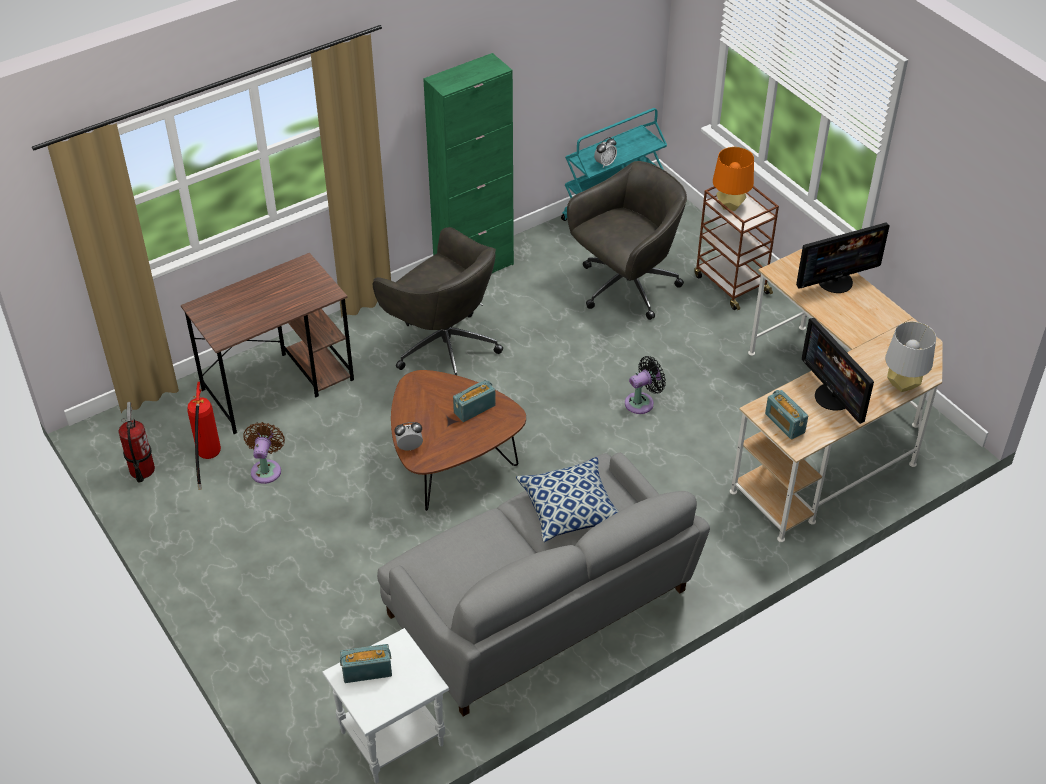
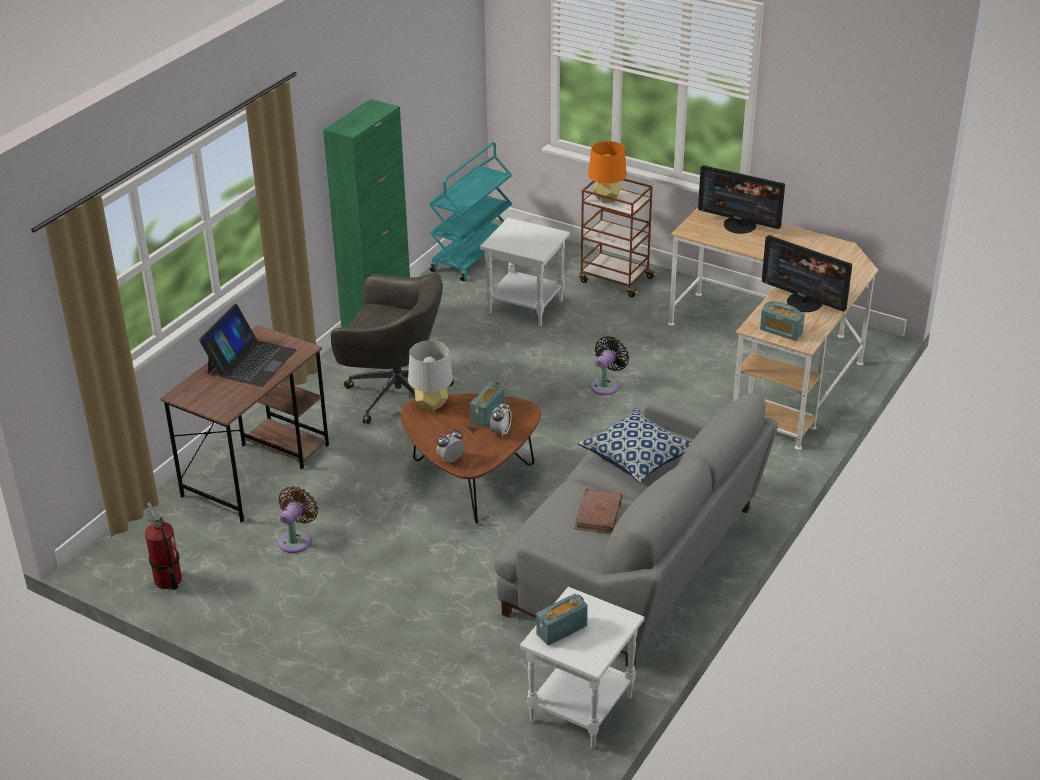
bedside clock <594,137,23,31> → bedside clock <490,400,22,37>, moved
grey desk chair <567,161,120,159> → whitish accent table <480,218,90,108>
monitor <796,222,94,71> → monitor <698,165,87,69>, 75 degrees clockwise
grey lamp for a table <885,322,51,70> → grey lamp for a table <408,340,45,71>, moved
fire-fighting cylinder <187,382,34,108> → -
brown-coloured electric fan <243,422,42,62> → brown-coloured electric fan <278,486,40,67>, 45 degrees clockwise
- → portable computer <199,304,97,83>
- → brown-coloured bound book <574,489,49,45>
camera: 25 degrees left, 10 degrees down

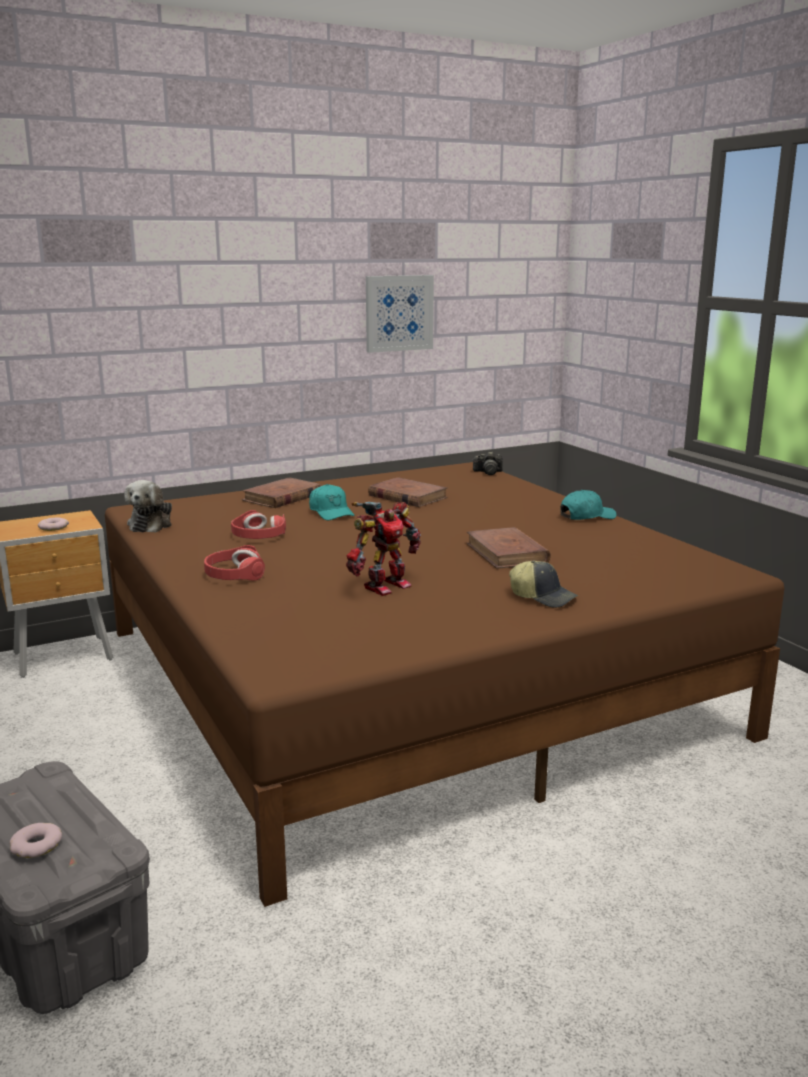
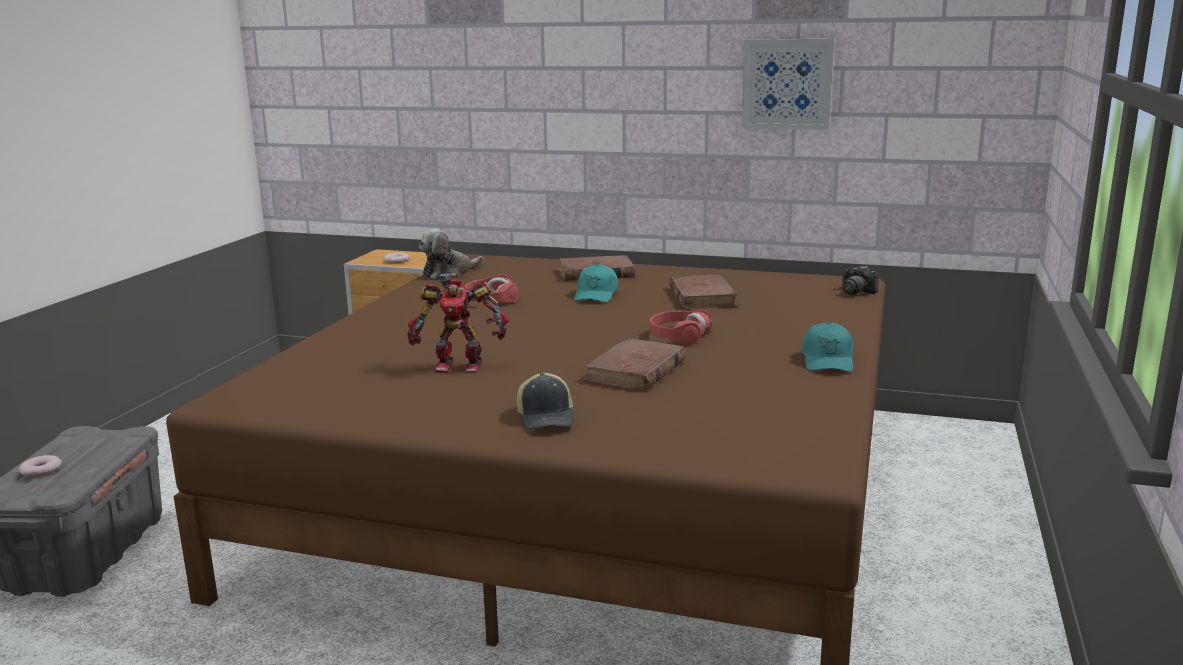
blue-green cap <560,490,57,30> → blue-green cap <802,322,52,50>, 75 degrees clockwise
red-coloured headphones <204,545,61,36> → red-coloured headphones <650,310,62,35>, moved
camera: 45 degrees right, 0 degrees up

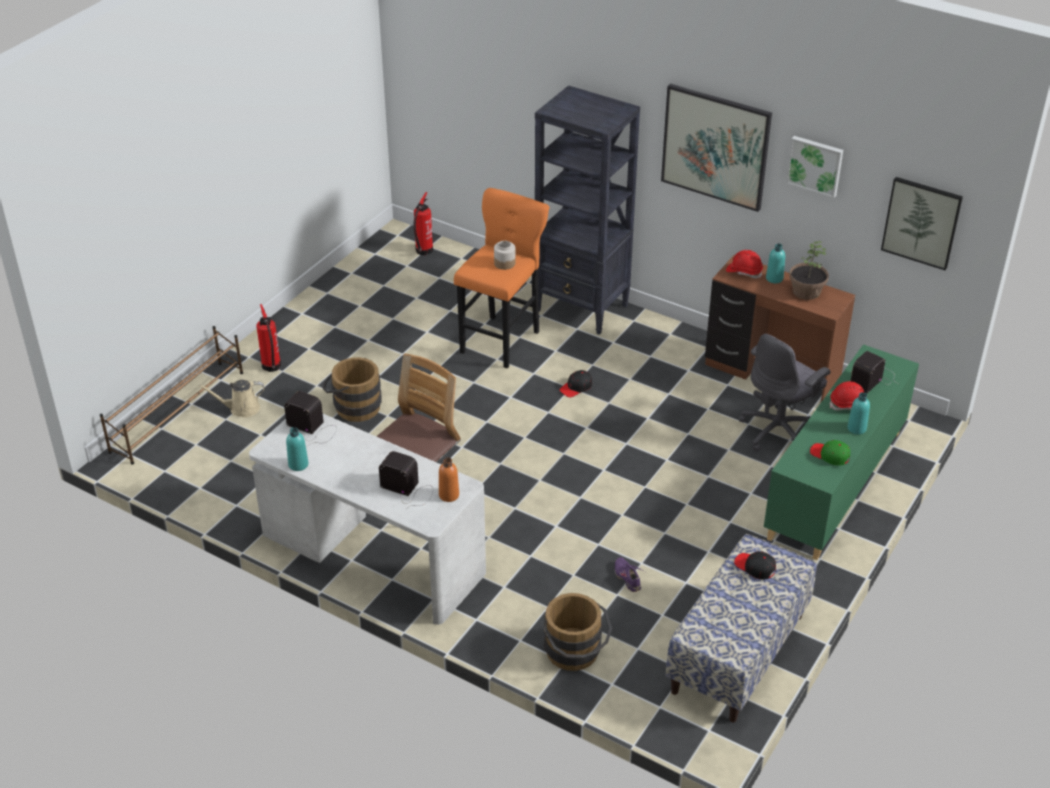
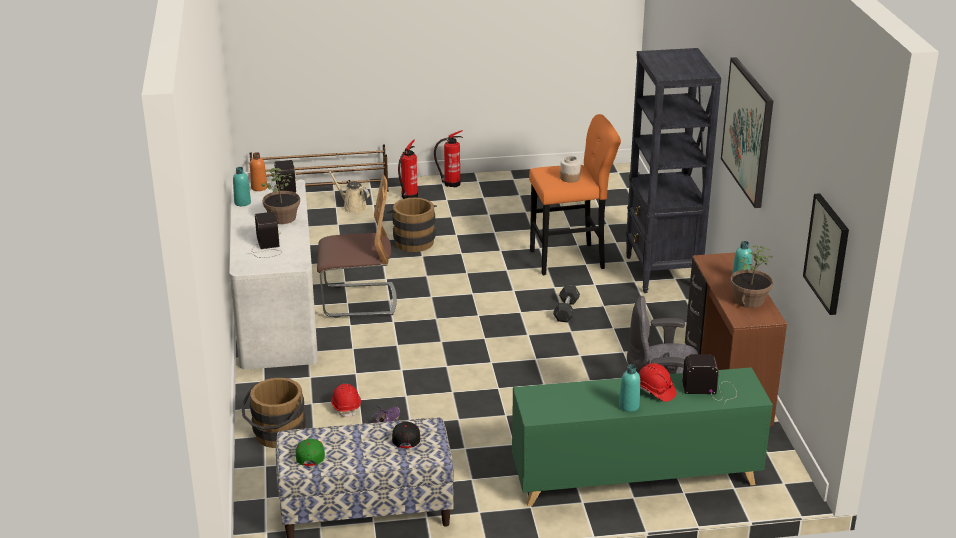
picture <786,136,57,62> → -
fire-fighting cylinder <413,192,20,63> → fire-fighting cylinder <434,130,29,58>, moved
red-coloured hard hat <726,250,37,29> → red-coloured hard hat <331,384,30,34>, moved
blackish cap <559,370,33,27> → grey dumbbell <553,285,27,38>
green cap <810,440,40,26> → green cap <296,439,29,27>, moved
orange beverage bottle <439,457,20,45> → orange beverage bottle <250,152,17,39>, moved
- → houseplant <261,168,39,56>
camera: 50 degrees right, 10 degrees down

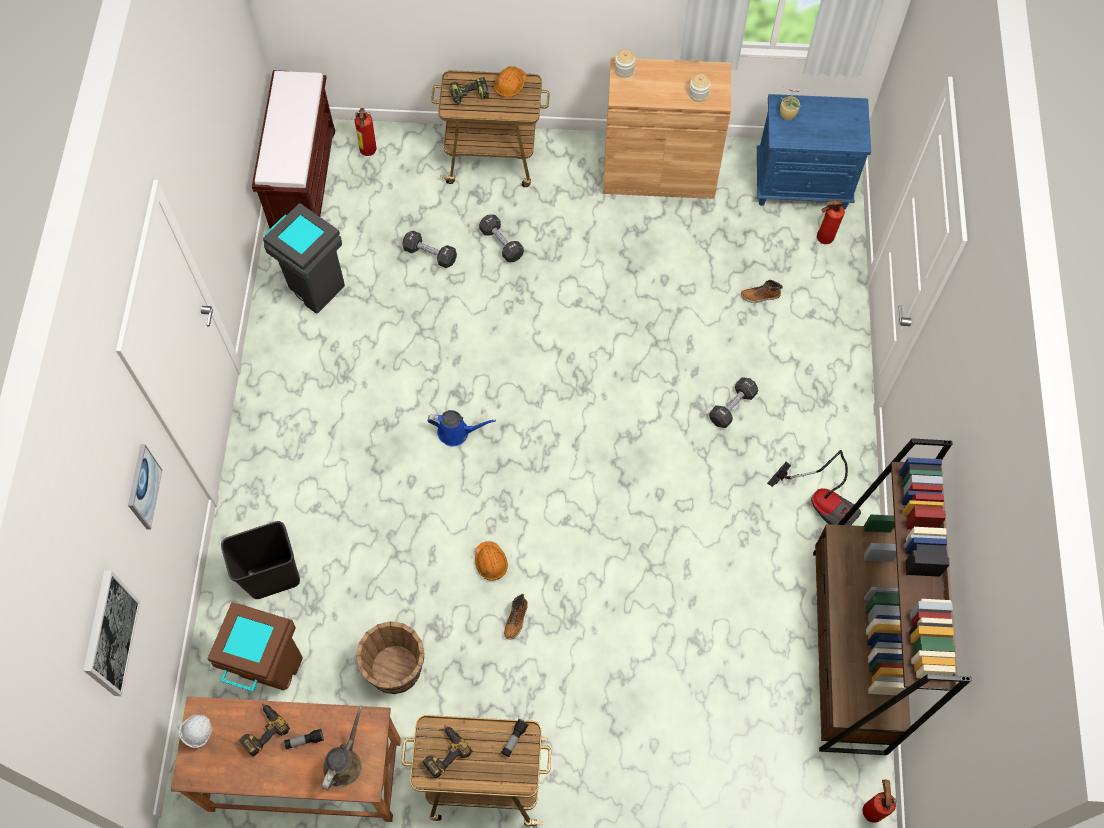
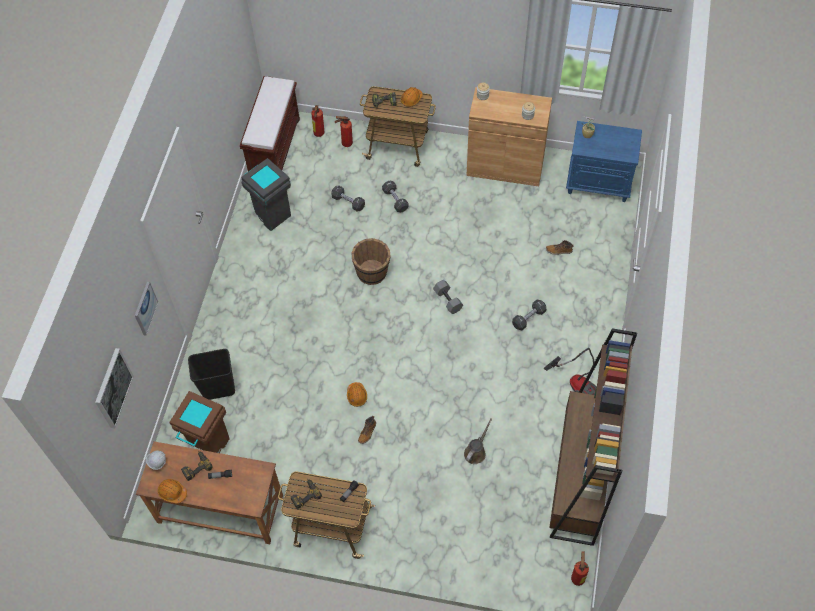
fire-fighting cylinder <817,199,28,45> → fire-fighting cylinder <335,116,18,31>, moved
bluish sprinkling can <427,410,69,37> → -
brown-coloured bucket <356,621,68,73> → brown-coloured bucket <351,238,40,47>, moved
brown-coloured sprinkling can <322,706,41,85> → brown-coloured sprinkling can <464,419,28,45>, moved
- → grey dumbbell <433,280,30,34>
- → orange hard hat <157,479,30,25>
camera: 10 degrees right, 5 degrees down

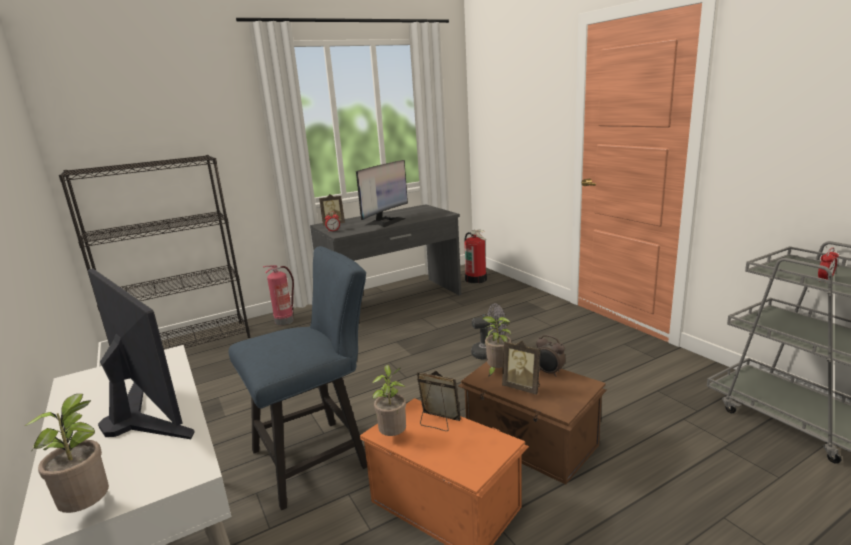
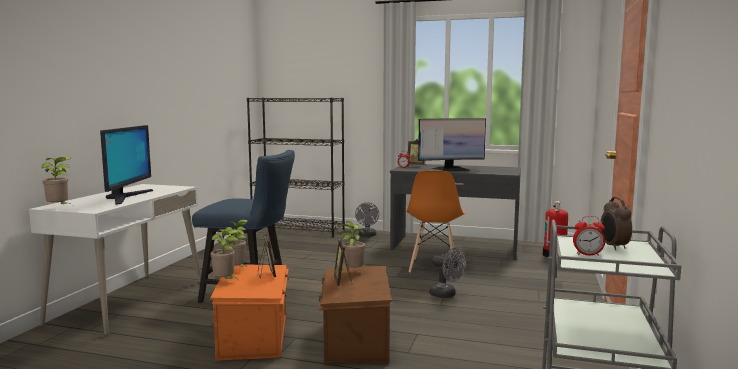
fire-fighting cylinder <263,265,31,60> → grey electric fan <355,202,24,35>
bedside clock <536,335,30,42> → bedside clock <600,197,32,53>, moved
- → orange upright chair <407,170,58,102>
- → houseplant <211,229,28,50>
camera: 45 degrees right, 10 degrees down

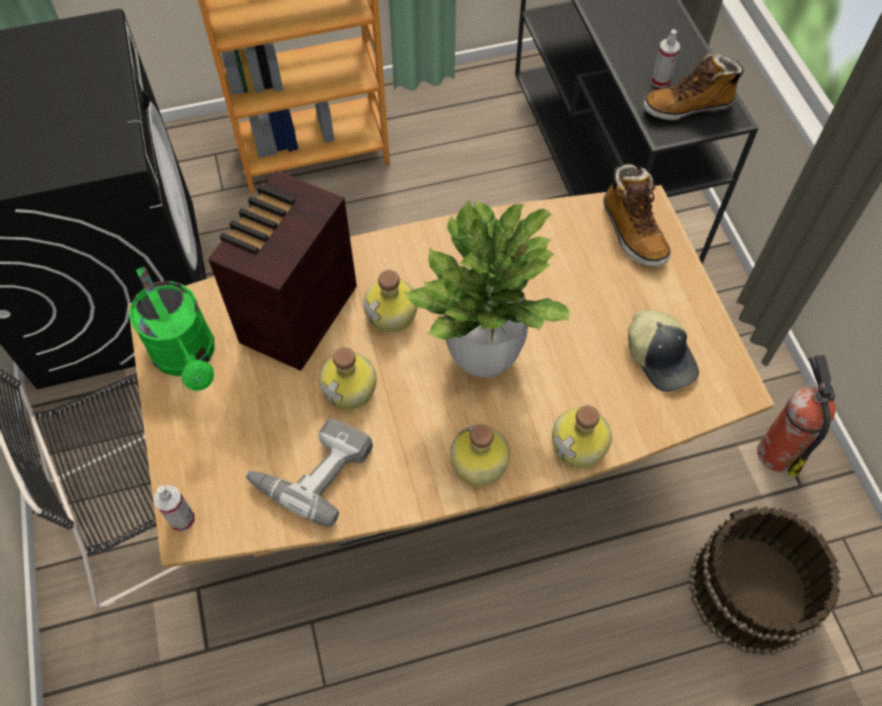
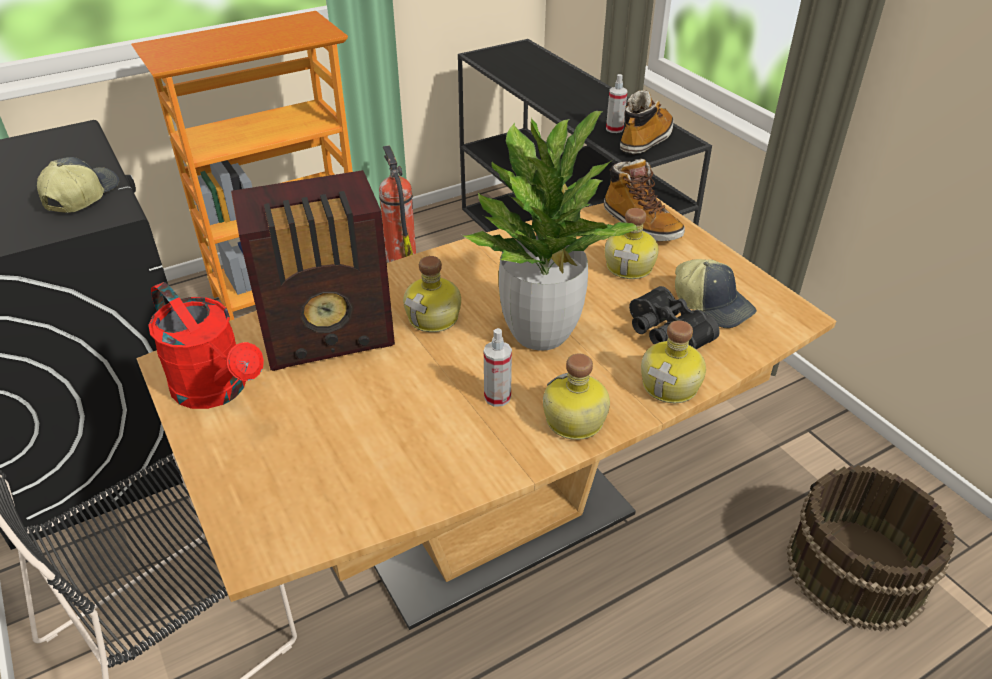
high-top boot <643,54,102,66> → high-top boot <620,90,53,65>, 150 degrees clockwise
radio <208,171,149,200> → radio <231,170,164,201>, 120 degrees counterclockwise
green sprinkling can <130,266,85,125> → red-coloured sprinkling can <148,282,116,127>
beverage bottle <319,347,58,63> → beverage bottle <605,208,54,71>, moved
fire-fighting cylinder <757,355,79,122> → fire-fighting cylinder <379,145,37,117>, moved
electric drill <245,419,128,108> → -
hand sprayer <154,485,41,47> → hand sprayer <484,328,28,79>, moved
- → cap <37,157,82,56>
- → blackish pair of binoculars <629,286,91,63>
camera: 15 degrees left, 20 degrees down

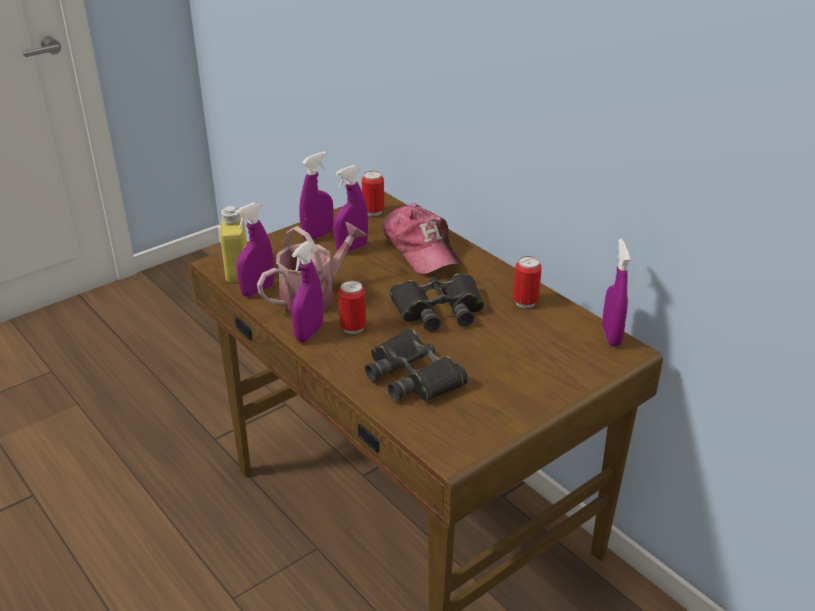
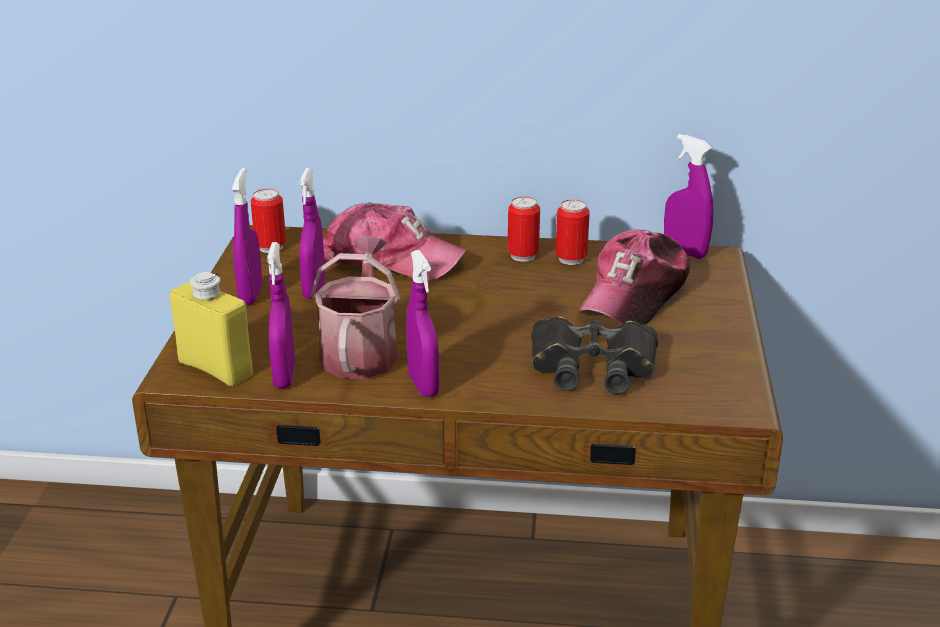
blackish pair of binoculars <390,274,94,58> → -
sealed can <338,280,28,54> → sealed can <508,197,32,65>, moved
- → cap <578,229,112,96>
camera: 45 degrees left, 5 degrees down

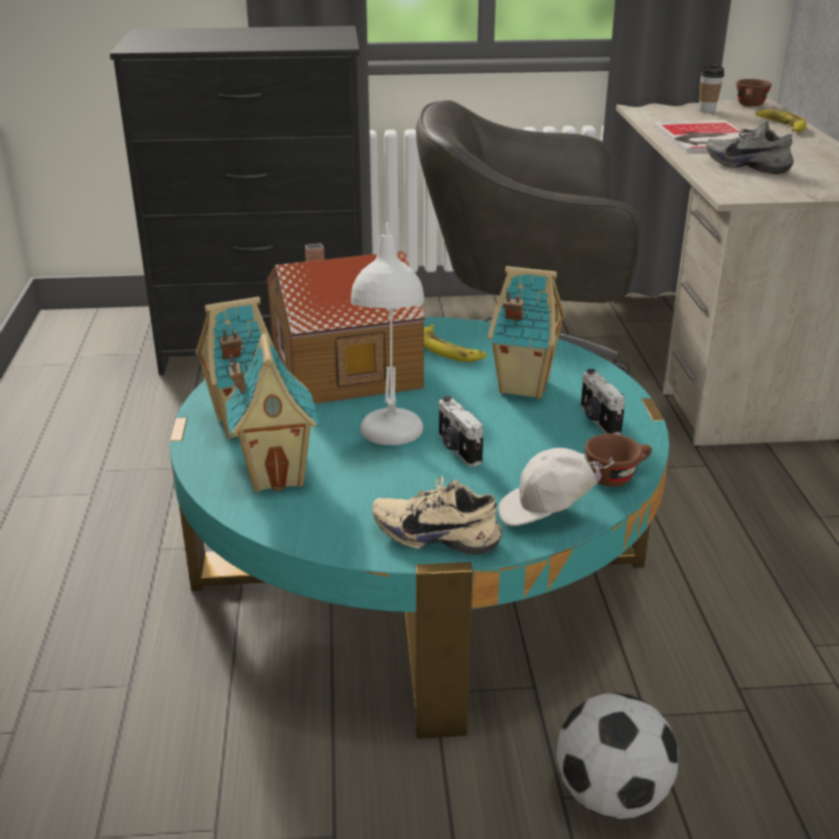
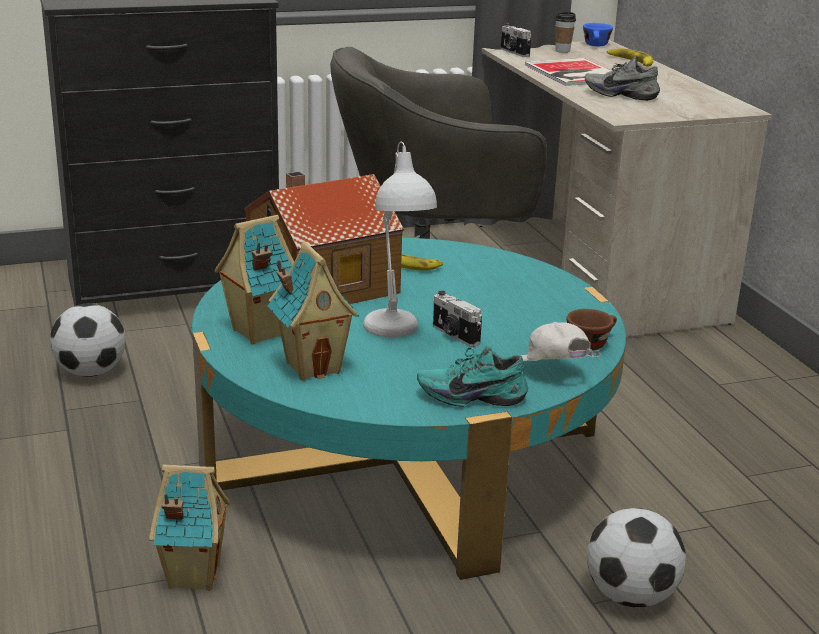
brown-coloured cup <736,79,36,27> → bluish cup <583,23,30,23>
miniature house <487,266,78,133> → miniature house <149,465,81,126>, moved
still camera <581,369,44,66> → still camera <501,23,30,34>, moved
whitish cap <498,448,116,78> → whitish cap <520,322,81,39>, 75 degrees clockwise
beige-coloured low shoe <372,476,131,79> → blue-green low shoe <417,345,111,62>
- → football ball <50,304,76,73>
camera: 15 degrees left, 5 degrees down

